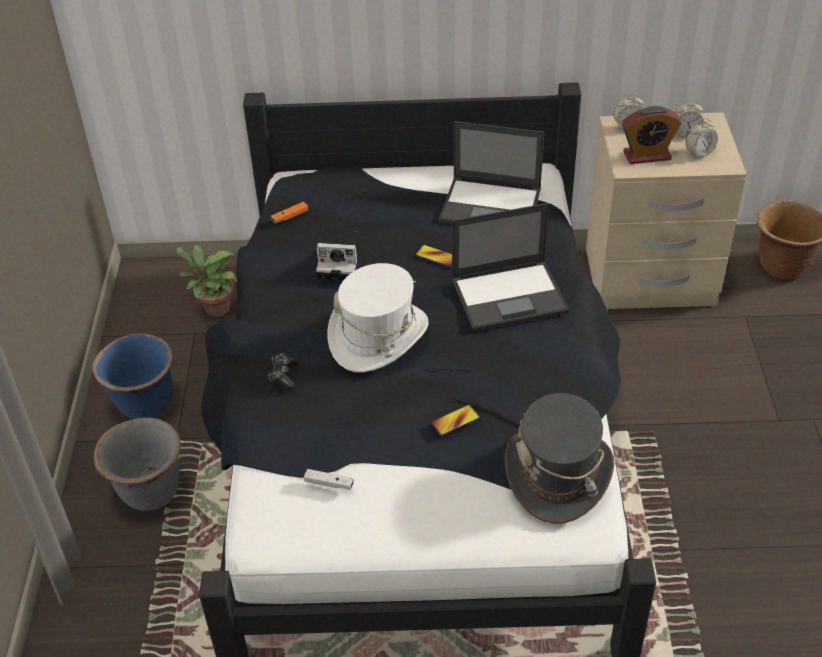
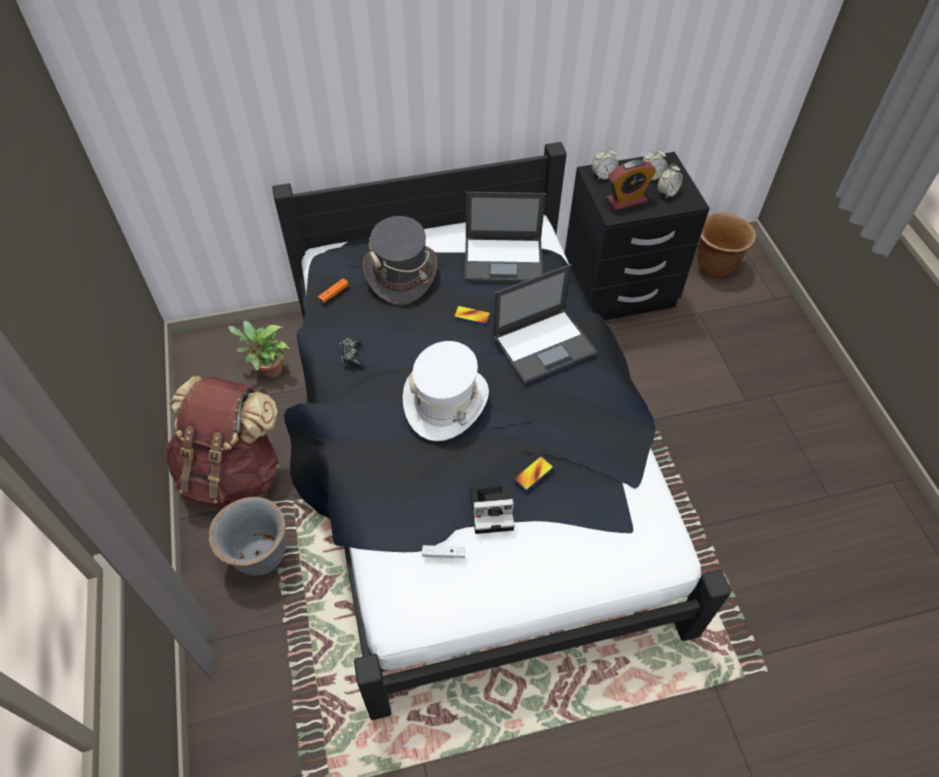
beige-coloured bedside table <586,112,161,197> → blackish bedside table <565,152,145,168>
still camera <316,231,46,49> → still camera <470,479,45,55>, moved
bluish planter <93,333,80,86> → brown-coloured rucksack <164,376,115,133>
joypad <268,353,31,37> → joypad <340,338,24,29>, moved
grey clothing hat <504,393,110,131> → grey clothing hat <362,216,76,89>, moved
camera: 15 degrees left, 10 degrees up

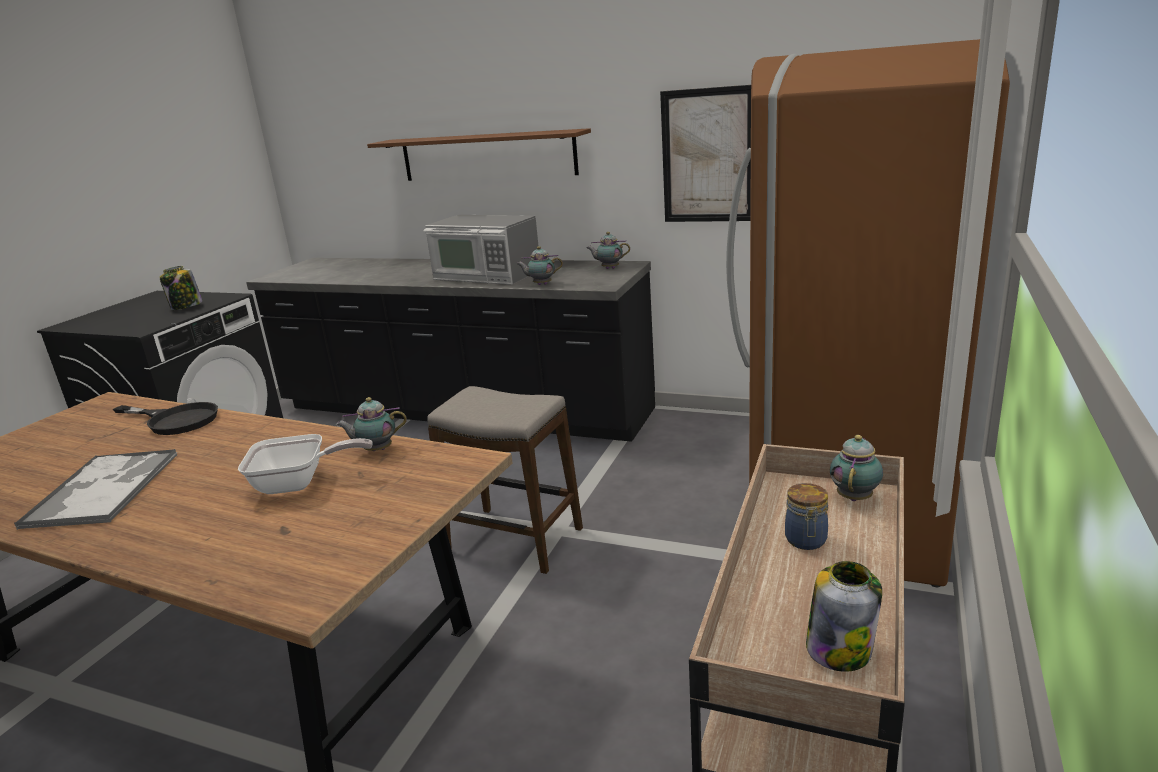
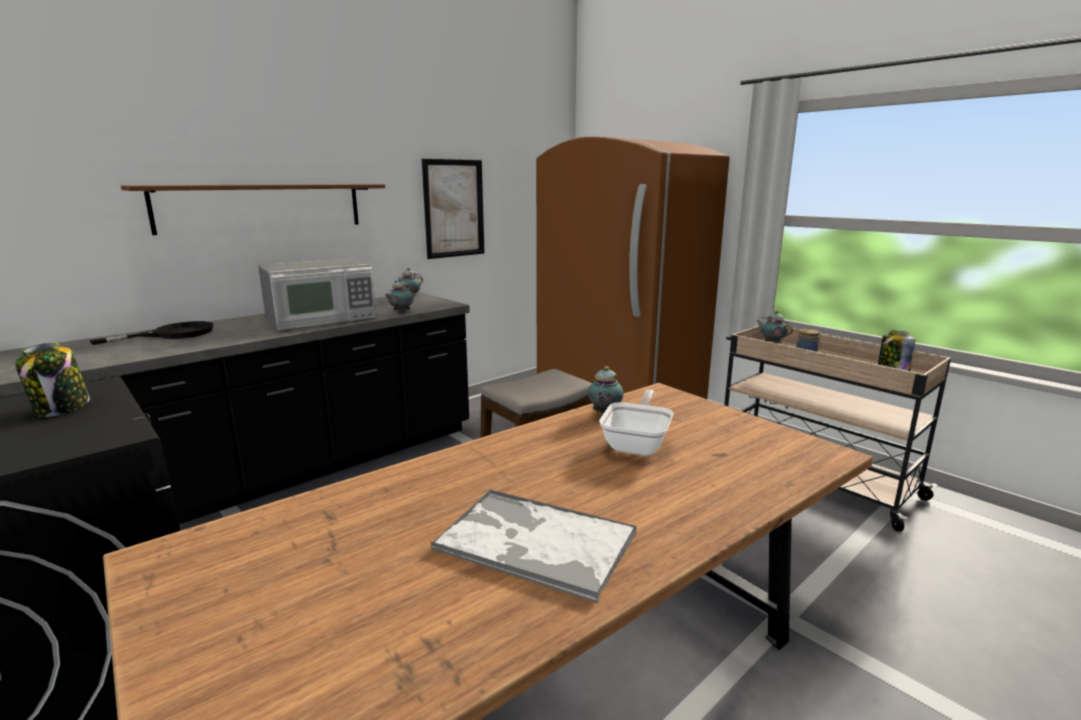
blackish frying pan <113,402,105,33> → blackish frying pan <90,321,124,24>, moved
camera: 65 degrees left, 5 degrees down

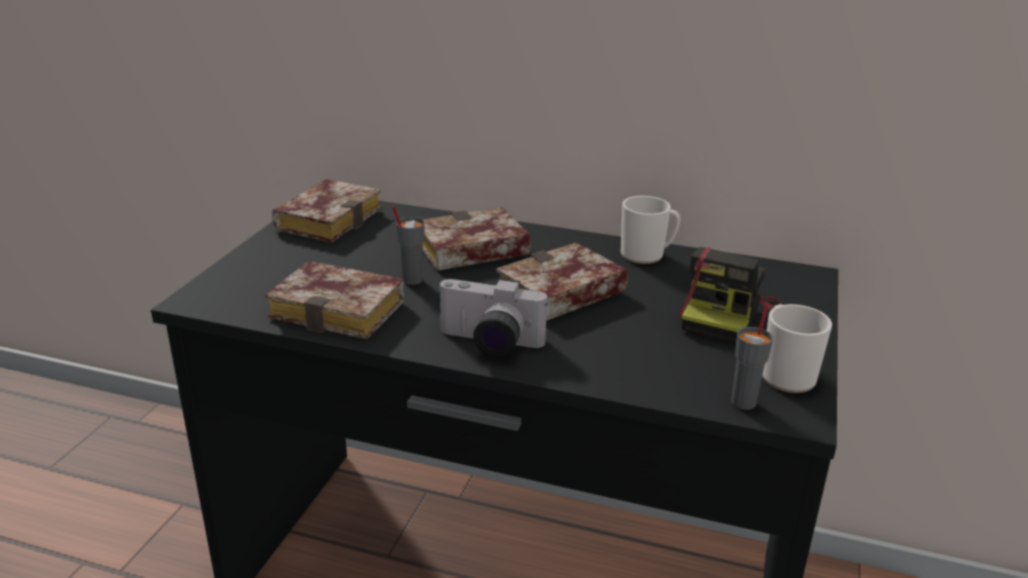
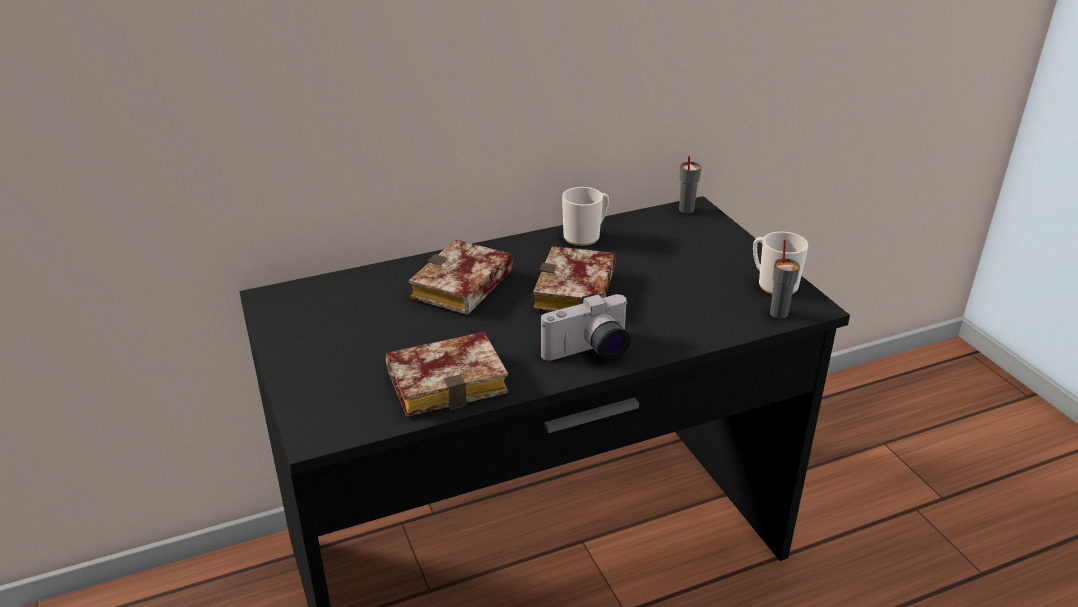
bound book <272,179,110,64> → -
grey cup <392,206,33,79> → grey cup <679,156,22,57>, moved
still camera <678,247,104,96> → -
camera: 40 degrees left, 5 degrees up

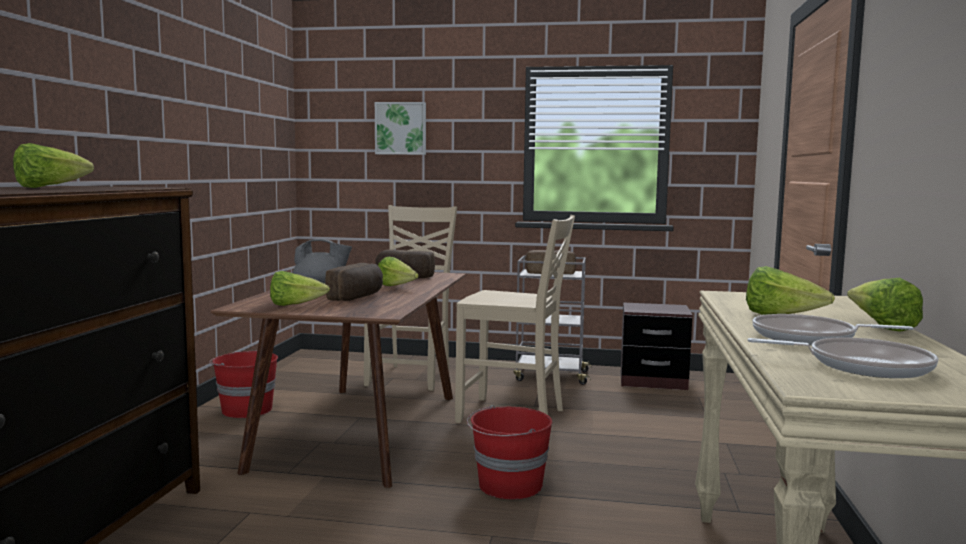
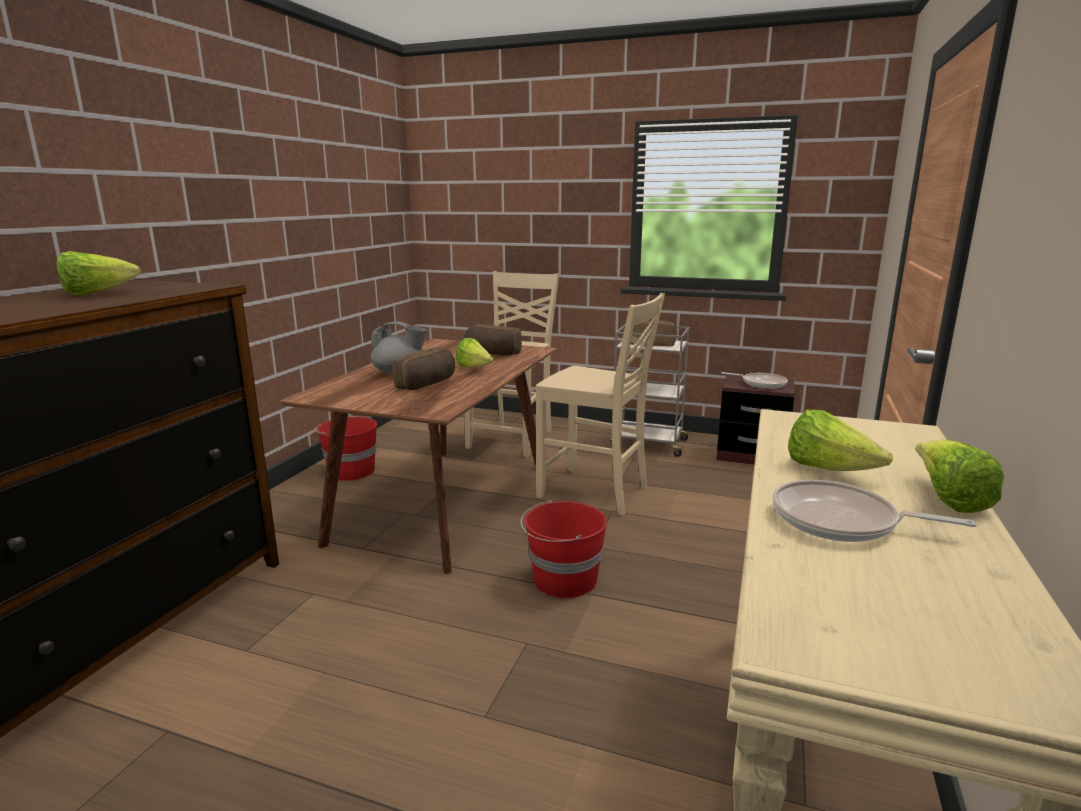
picture <375,102,51,53> → -
lettuce head <270,271,60,35> → -
frying pan <747,337,191,41> → frying pan <721,372,67,17>, moved
camera: 10 degrees right, 10 degrees up

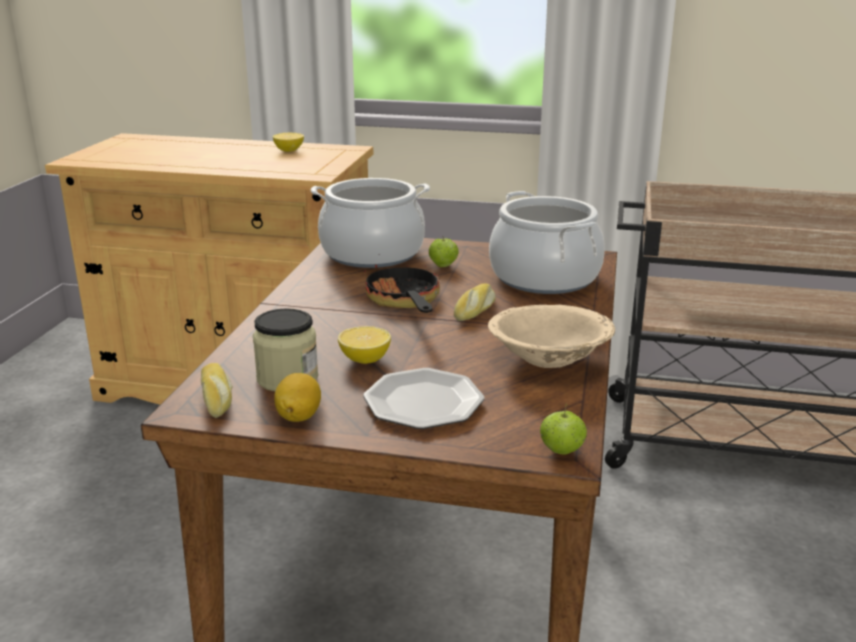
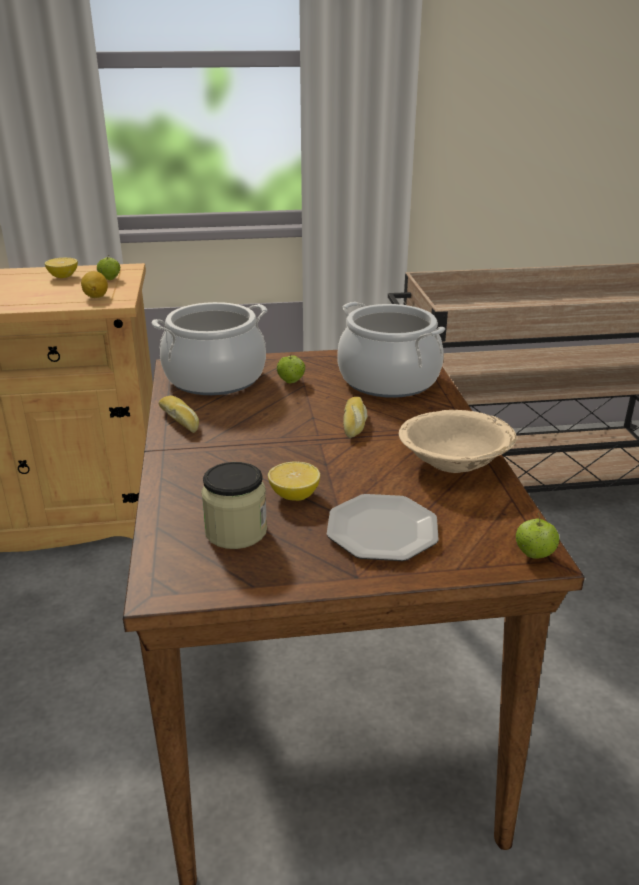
frying pan <364,265,76,48> → -
baked bread <201,363,31,55> → baked bread <159,396,40,37>, moved
lemon <274,373,47,49> → lemon <81,271,27,27>, moved
- → apple <97,255,23,25>
camera: 20 degrees left, 5 degrees up

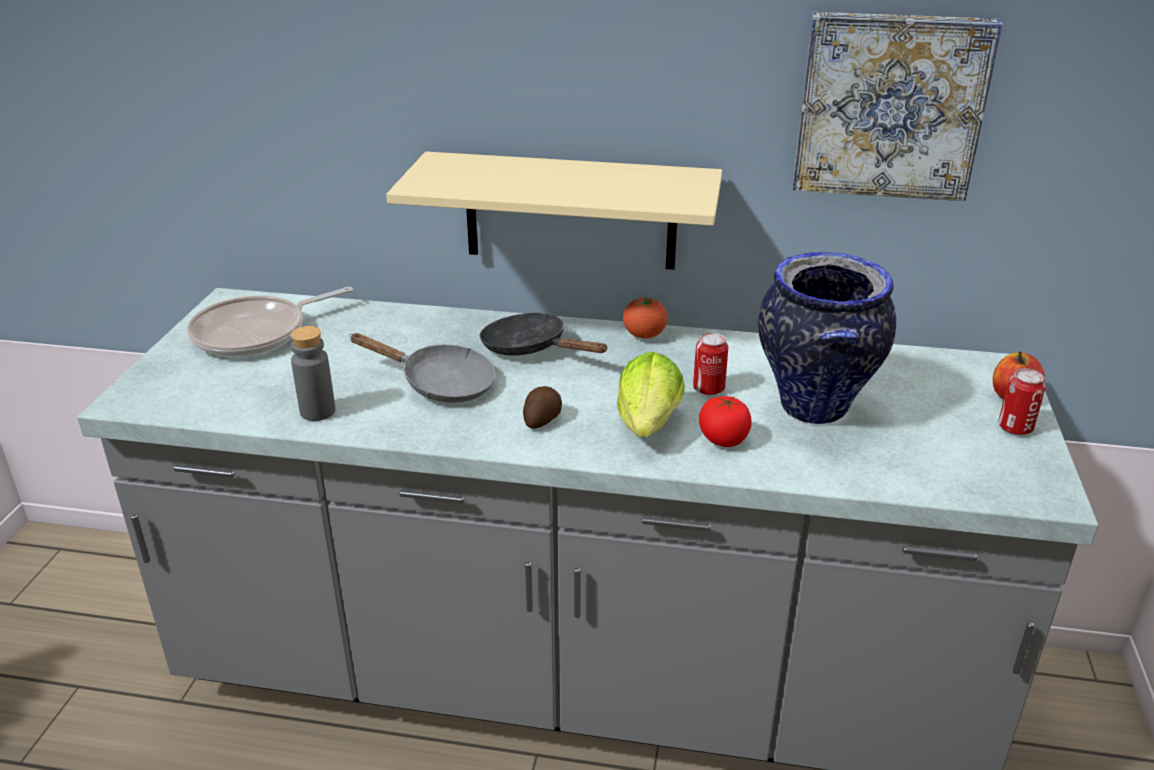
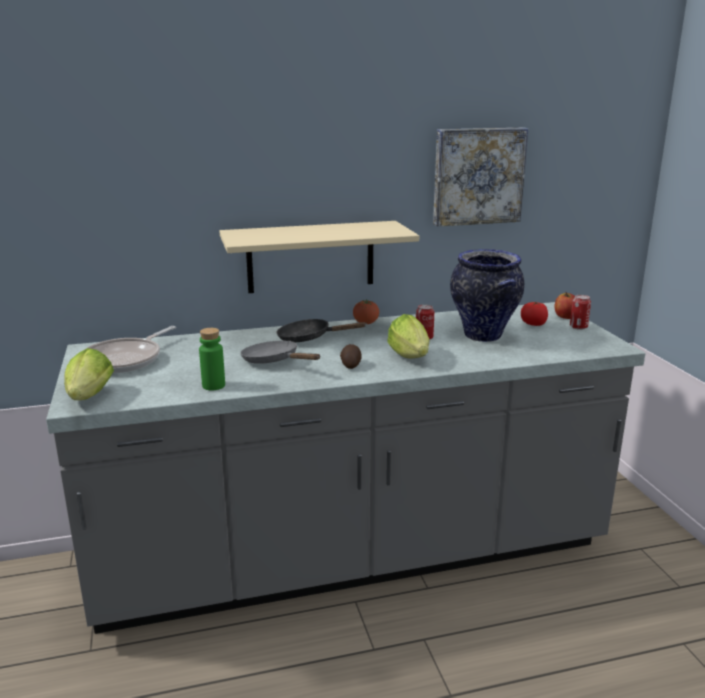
grey beverage bottle <290,326,45,95> → green beverage bottle <199,328,26,62>
grey frying pan <349,333,147,70> → grey frying pan <240,341,80,23>, 135 degrees counterclockwise
tomato <699,396,53,51> → tomato <521,302,27,24>, moved
- → lettuce head <64,348,50,52>
camera: 25 degrees left, 10 degrees down

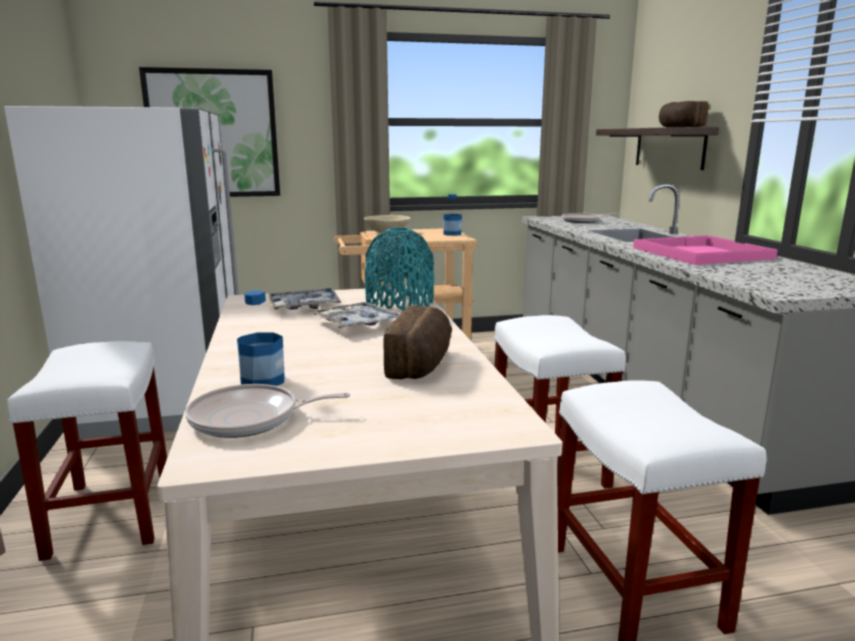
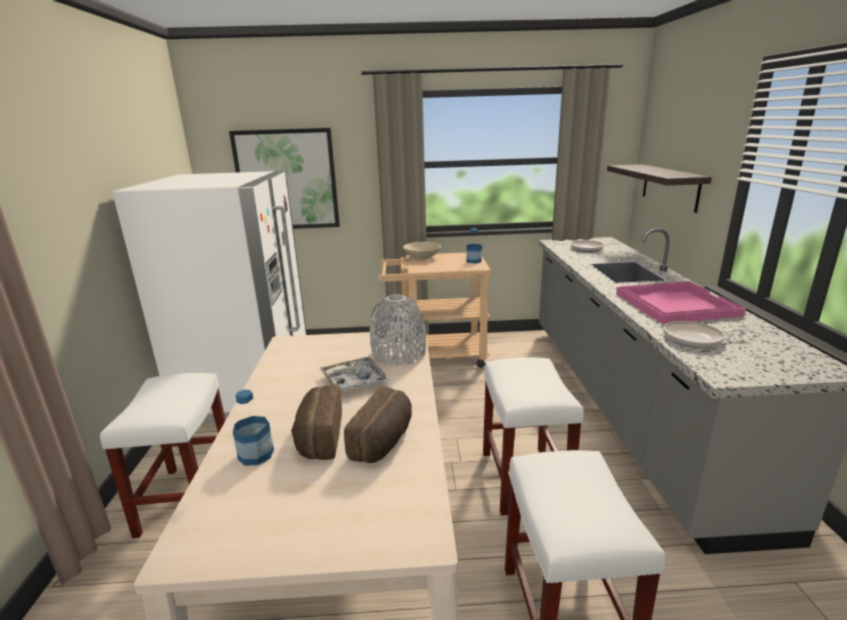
baked bread <659,101,50,26> → baked bread <291,385,51,75>, moved
blue-green decorative vase <365,227,69,84> → grey decorative vase <370,294,56,71>
carrying tray <269,288,72,22> → -
frying pan <185,384,165,54> → frying pan <663,321,88,27>, moved
camera: 10 degrees right, 5 degrees up

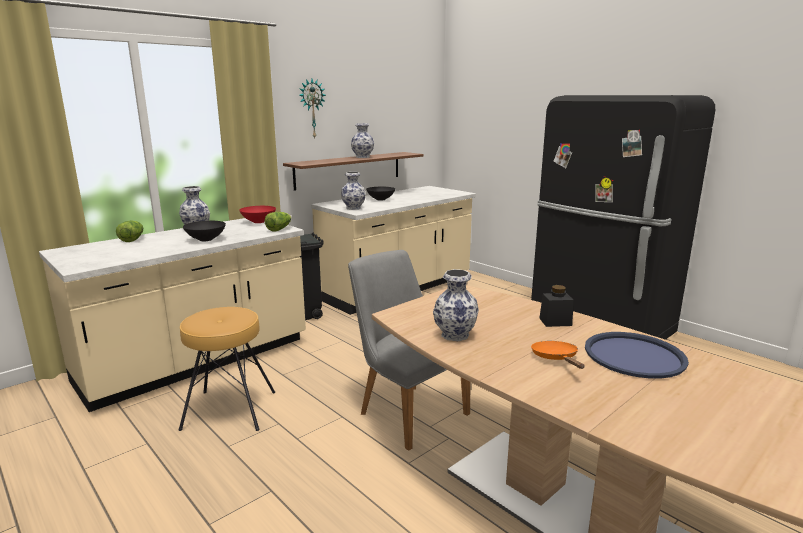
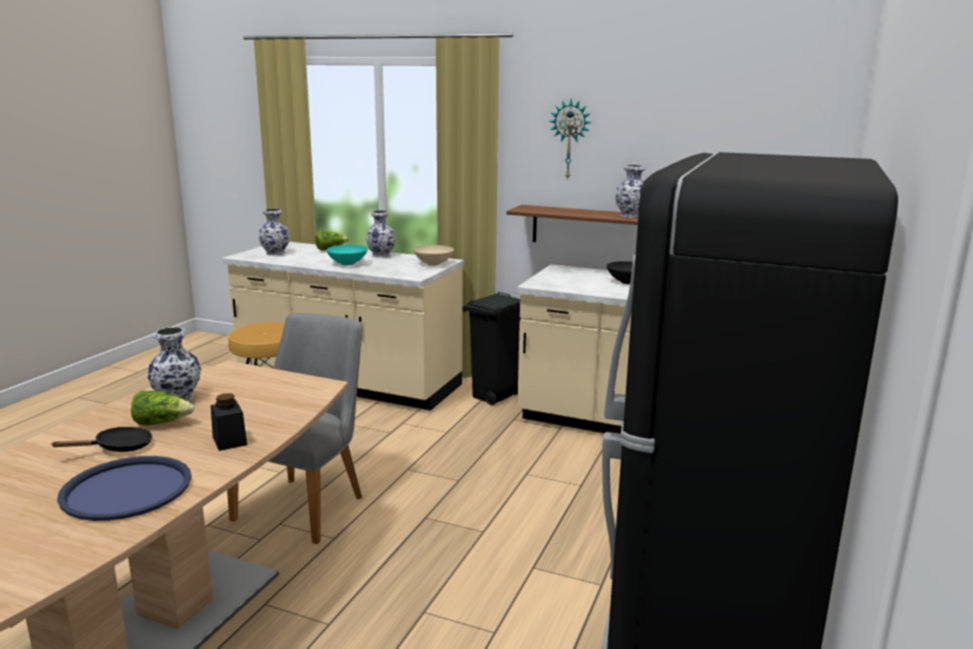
decorative vase <341,172,25,38> → decorative vase <258,209,32,47>, moved
red-coloured bowl <239,206,37,17> → beige-coloured bowl <413,245,41,21>
lettuce head <265,212,27,20> → lettuce head <131,391,63,34>, moved
blackish bowl <183,221,43,20> → blue-green bowl <326,245,42,21>
orange frying pan <531,341,53,28> → blackish frying pan <50,427,102,25>
camera: 65 degrees right, 0 degrees up

